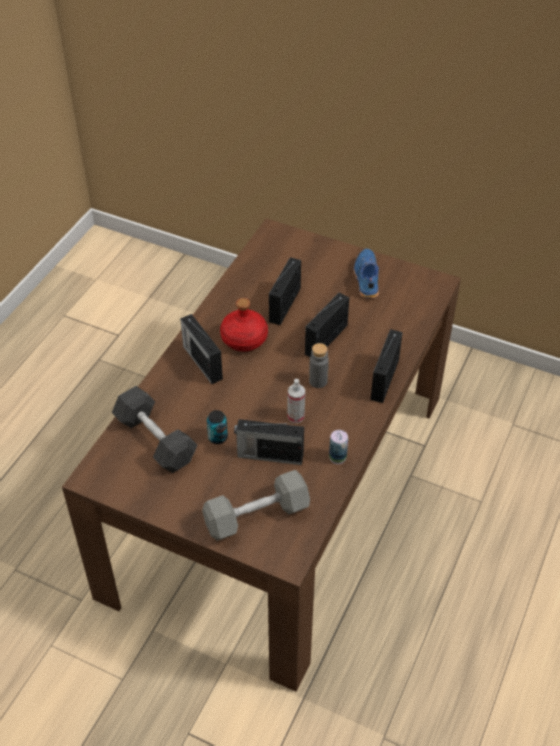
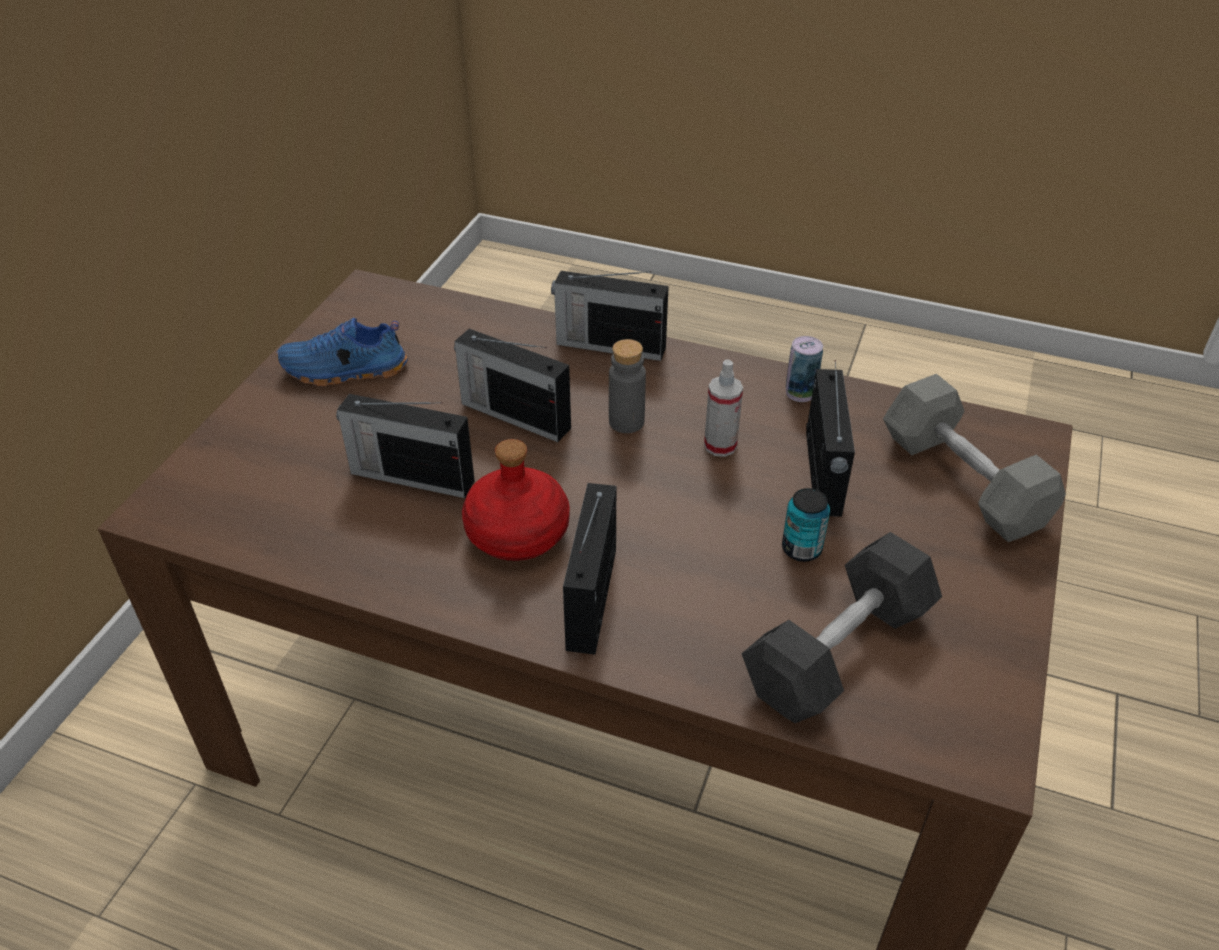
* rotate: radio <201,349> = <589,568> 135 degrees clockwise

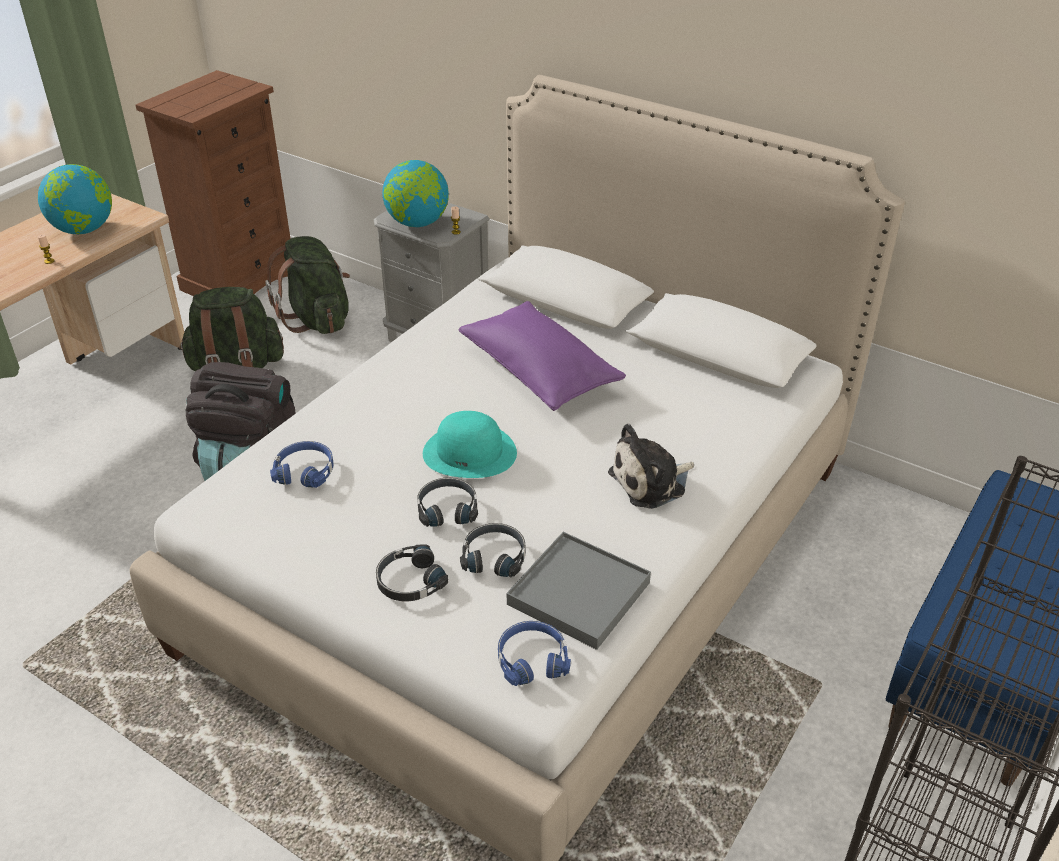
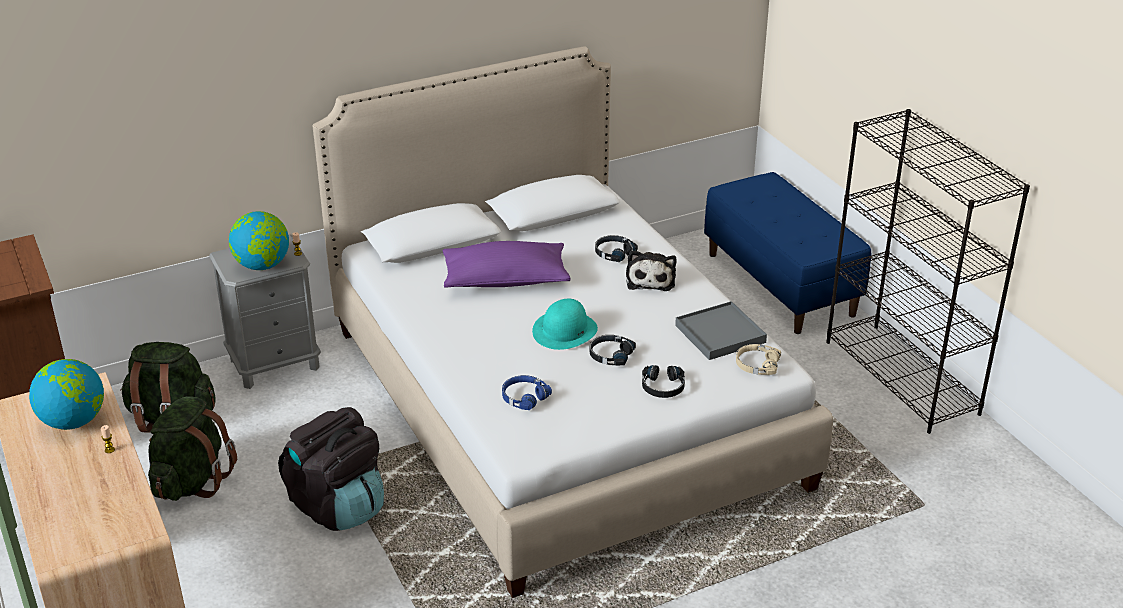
* move: headphones/black <492,550> to <616,248>
* recolor: headphones/blue <534,653> to headphones/beige <758,359>

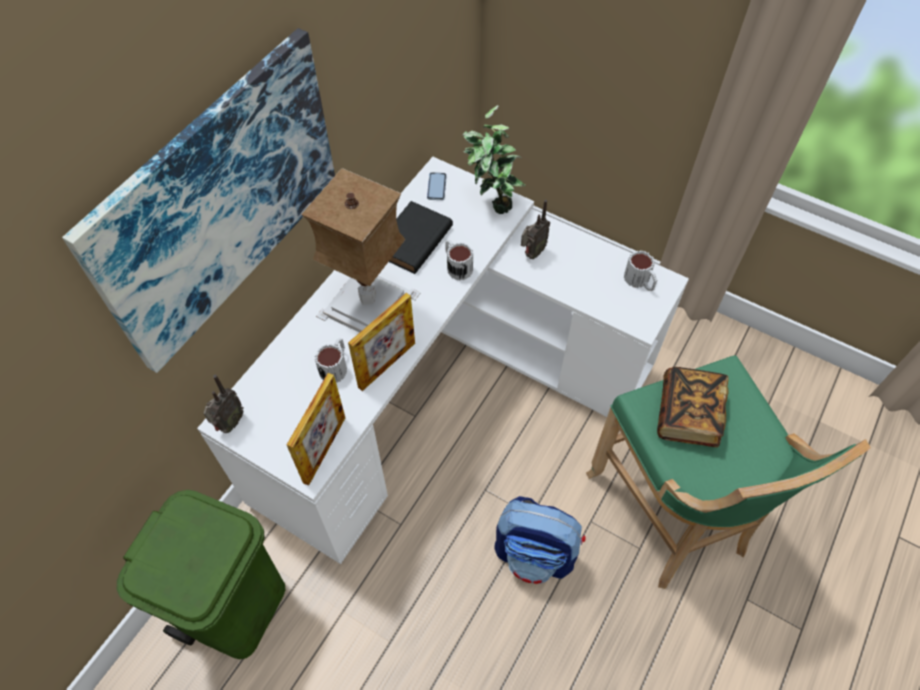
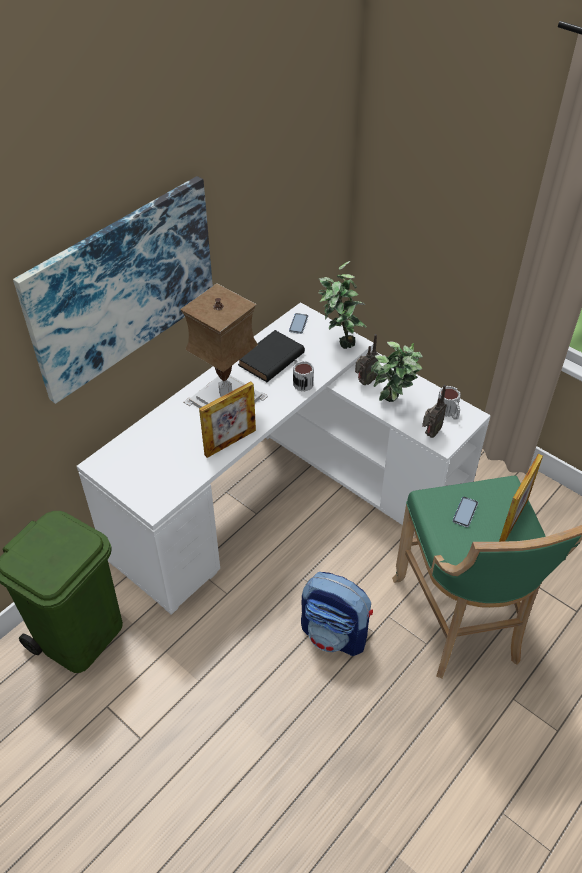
* insert: potted plant <397,372>
* move: radio <223,404> to <434,411>
* replace: book <693,407> to phone <465,512>
* move: picture frame <316,429> to <521,498>
* delete: mug <331,360>

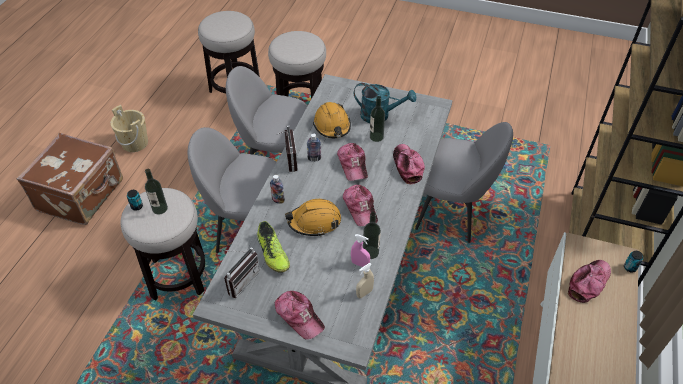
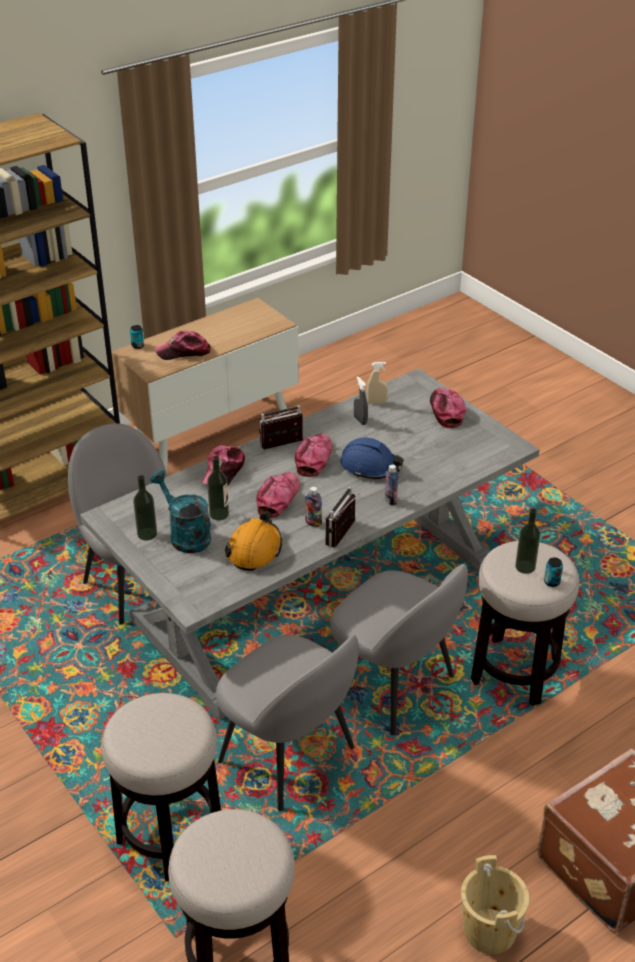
* move: bottle <372,235> to <145,507>
* move: radio <241,272> to <281,428>
* recolor: hard hat/orange <313,218> to hard hat/blue <372,458>
* recolor: spray bottle/pink <360,250> to spray bottle/grey <361,400>
* delete: shoe <273,247>

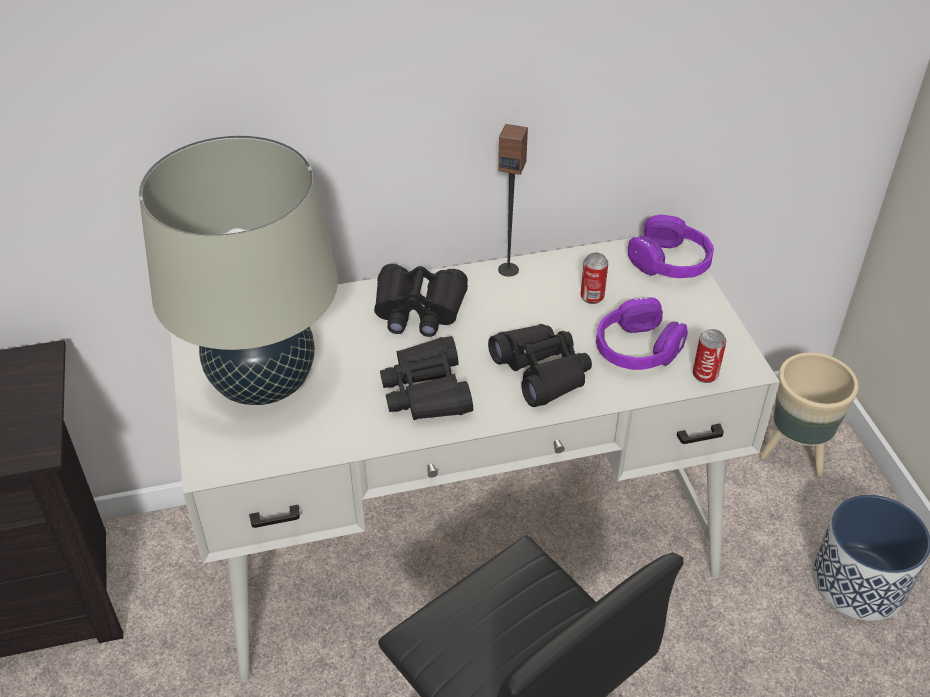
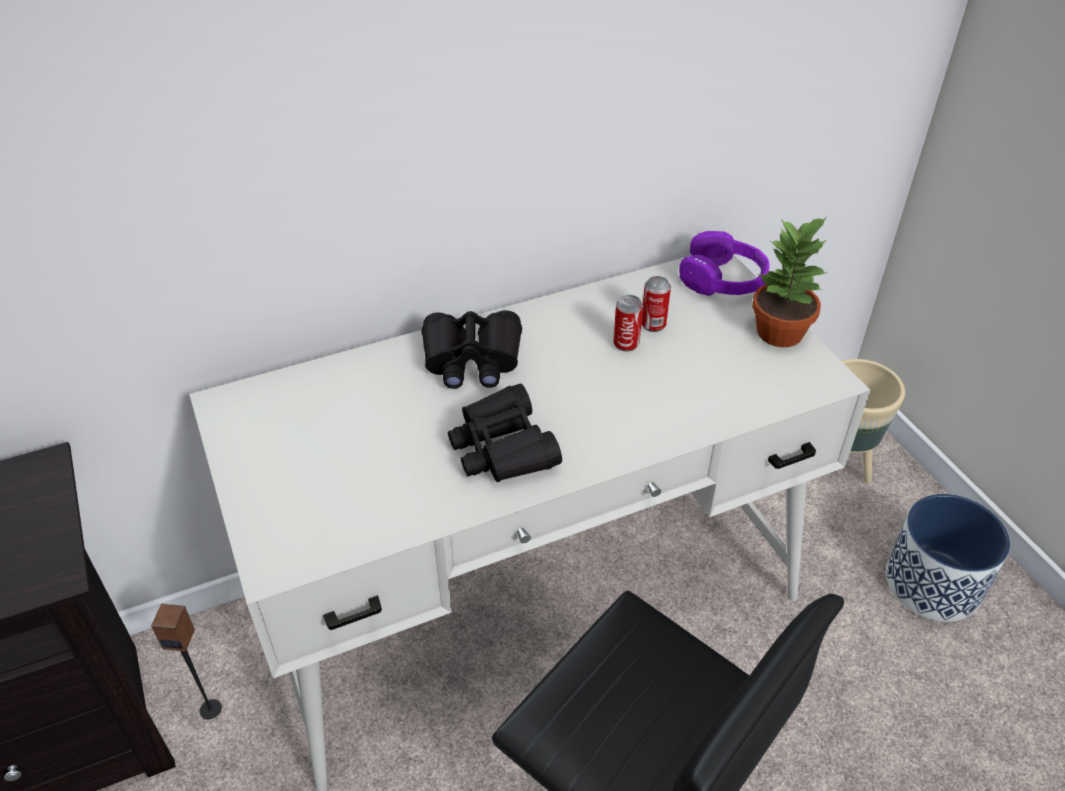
* move: speaker <513,200> to <186,662>
* move: can <709,356> to <628,323>
* insert: potted plant <789,282>
* delete: table lamp/beige <238,270>
* delete: binoculars/black <540,365>
* delete: headphones/purple <642,333>

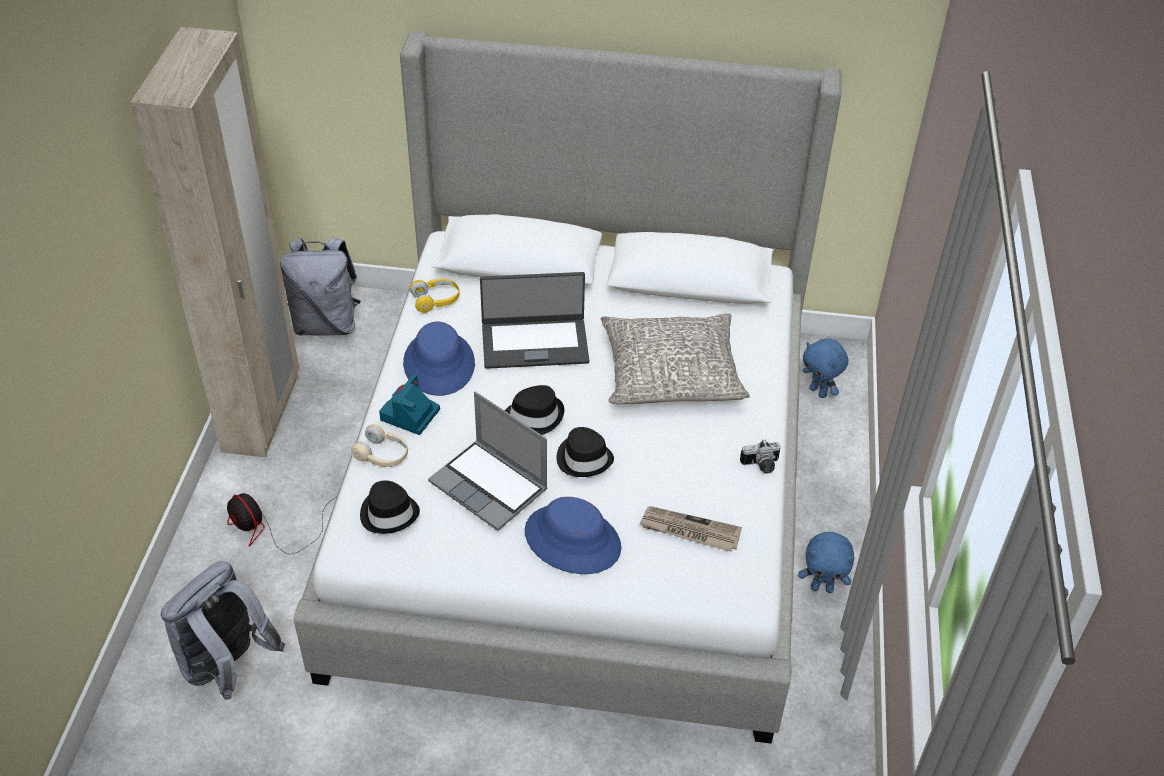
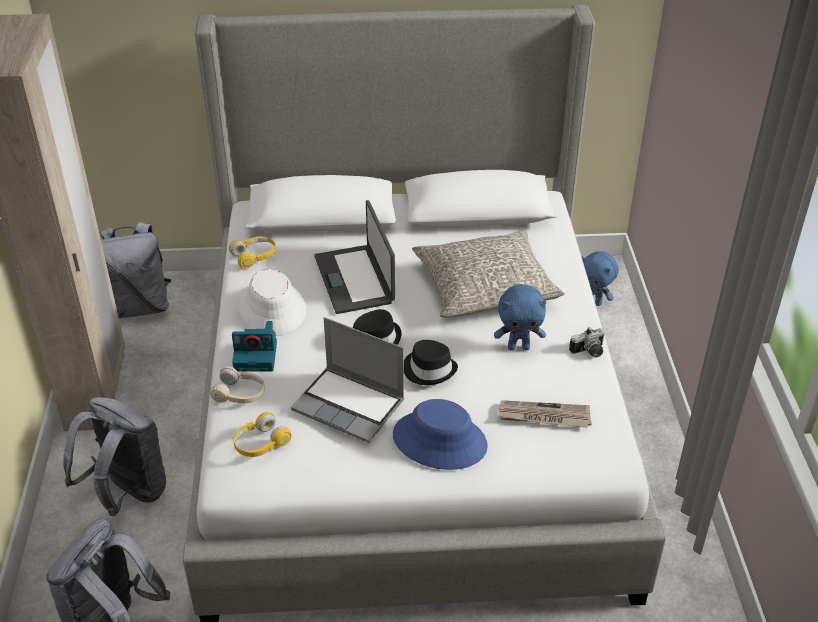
* replace: fan <281,523> to backpack/grey <114,456>
* rotate: photo camera <409,404> = <254,346> 105 degrees counterclockwise
* replace: hat/black <390,507> to headphones/yellow <262,434>
* recolor: hat/blue <439,359> to hat/white <272,302>
* rotate: laptop <534,320> = <354,257> 90 degrees clockwise
* move: plush toy/blue <826,562> to <520,317>

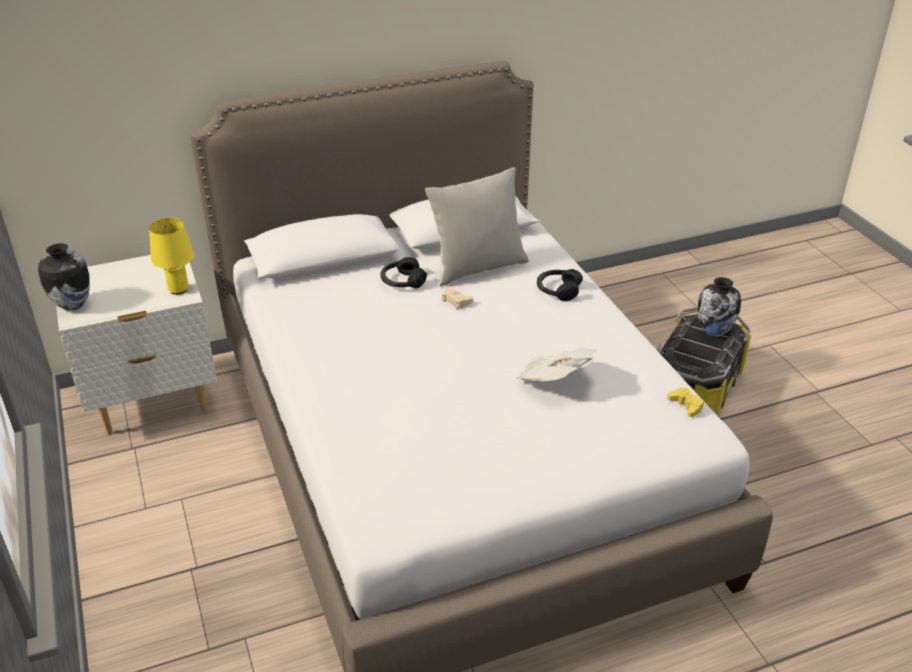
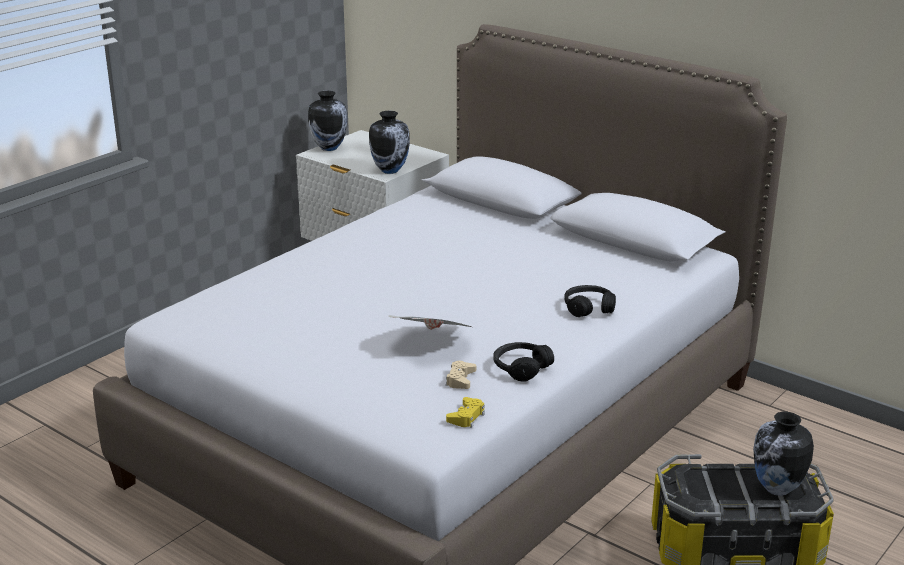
* replace: table lamp/yellow <171,256> to vase <389,142>
* move: game controller/beige <457,298> to <461,375>
* move: headphones/black <403,272> to <523,362>
* delete: pillow/grey <477,226>

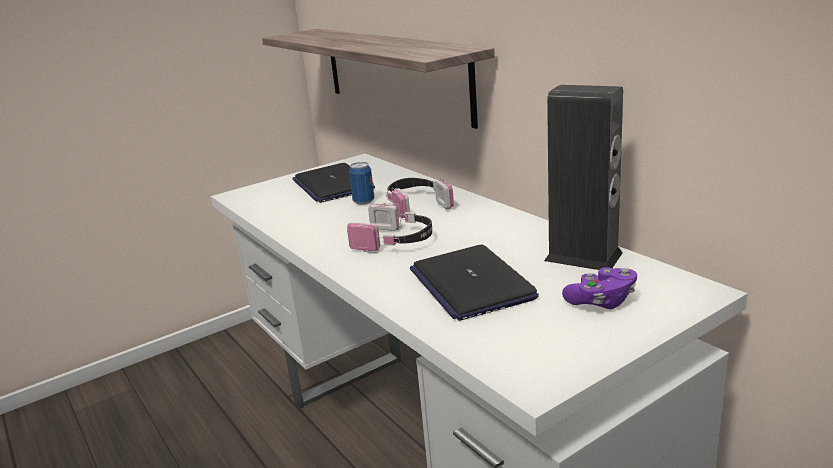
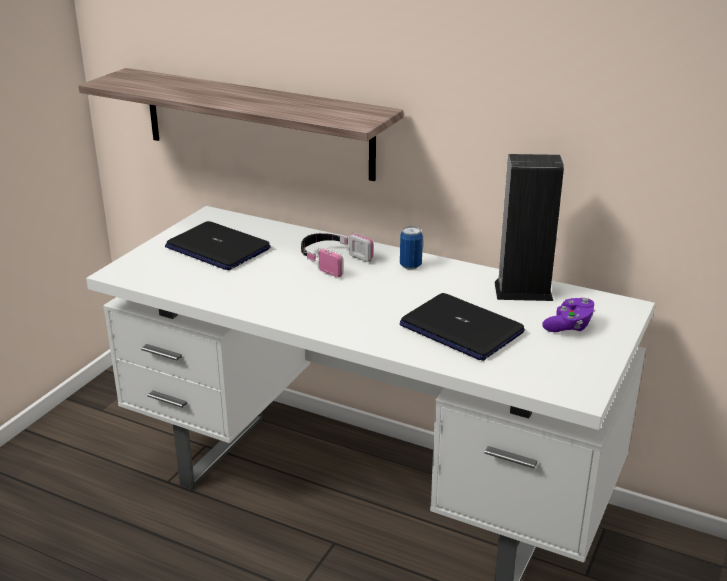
* move: can <361,183> to <411,248>
* delete: headphones <389,228>

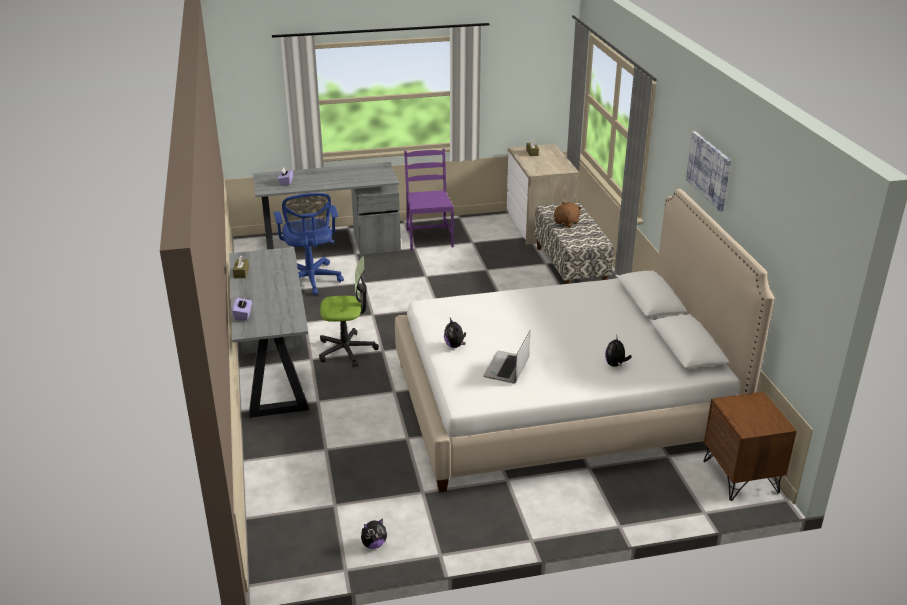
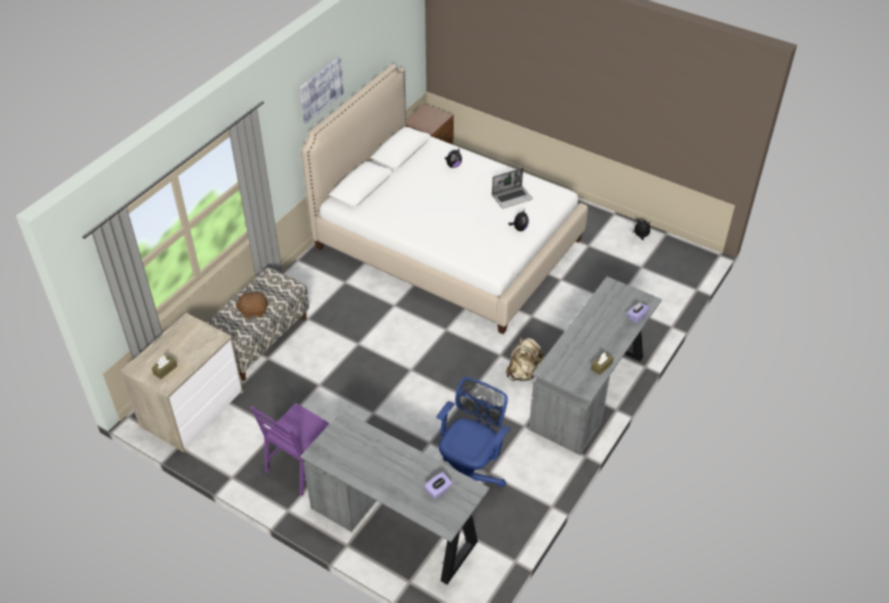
* replace: office chair <349,312> to backpack/beige <525,359>

